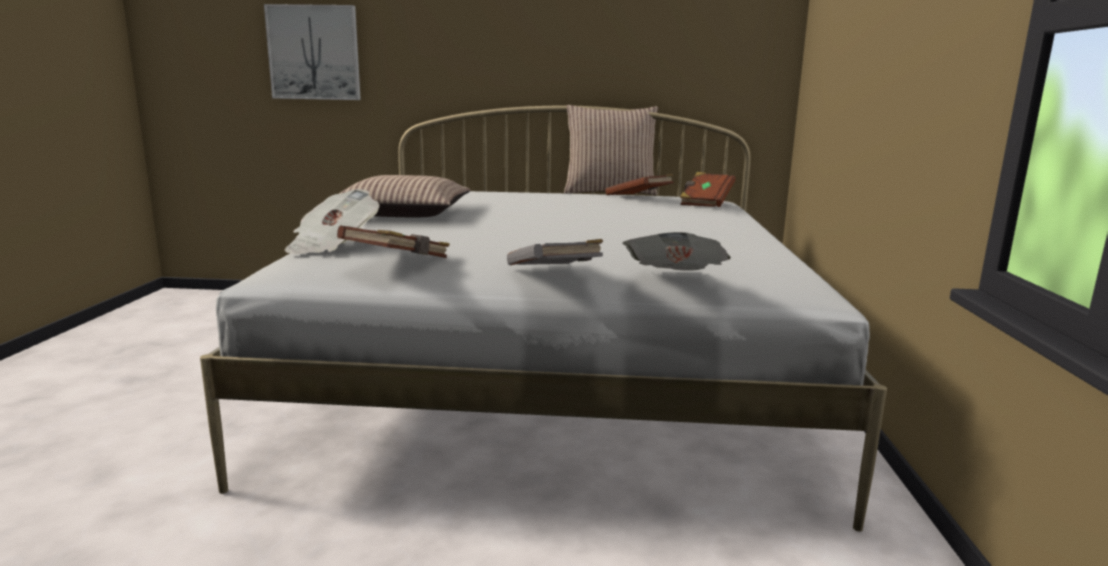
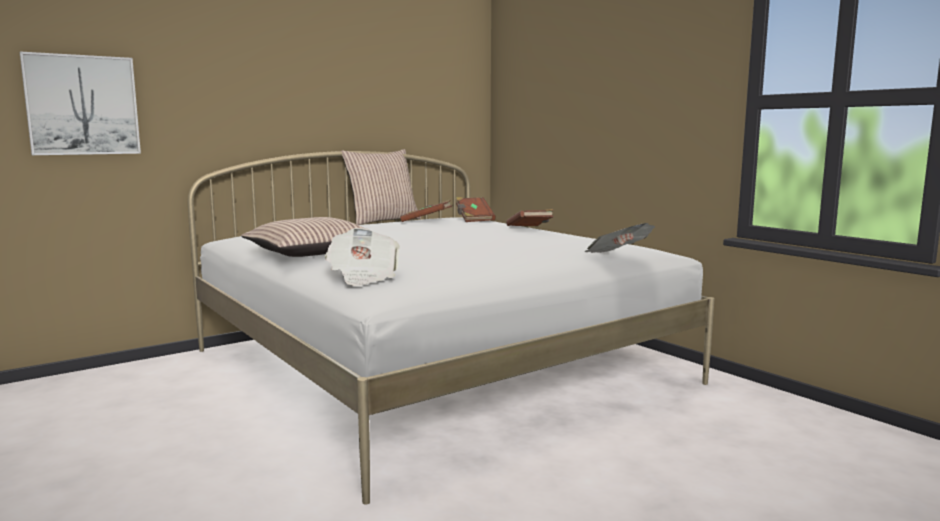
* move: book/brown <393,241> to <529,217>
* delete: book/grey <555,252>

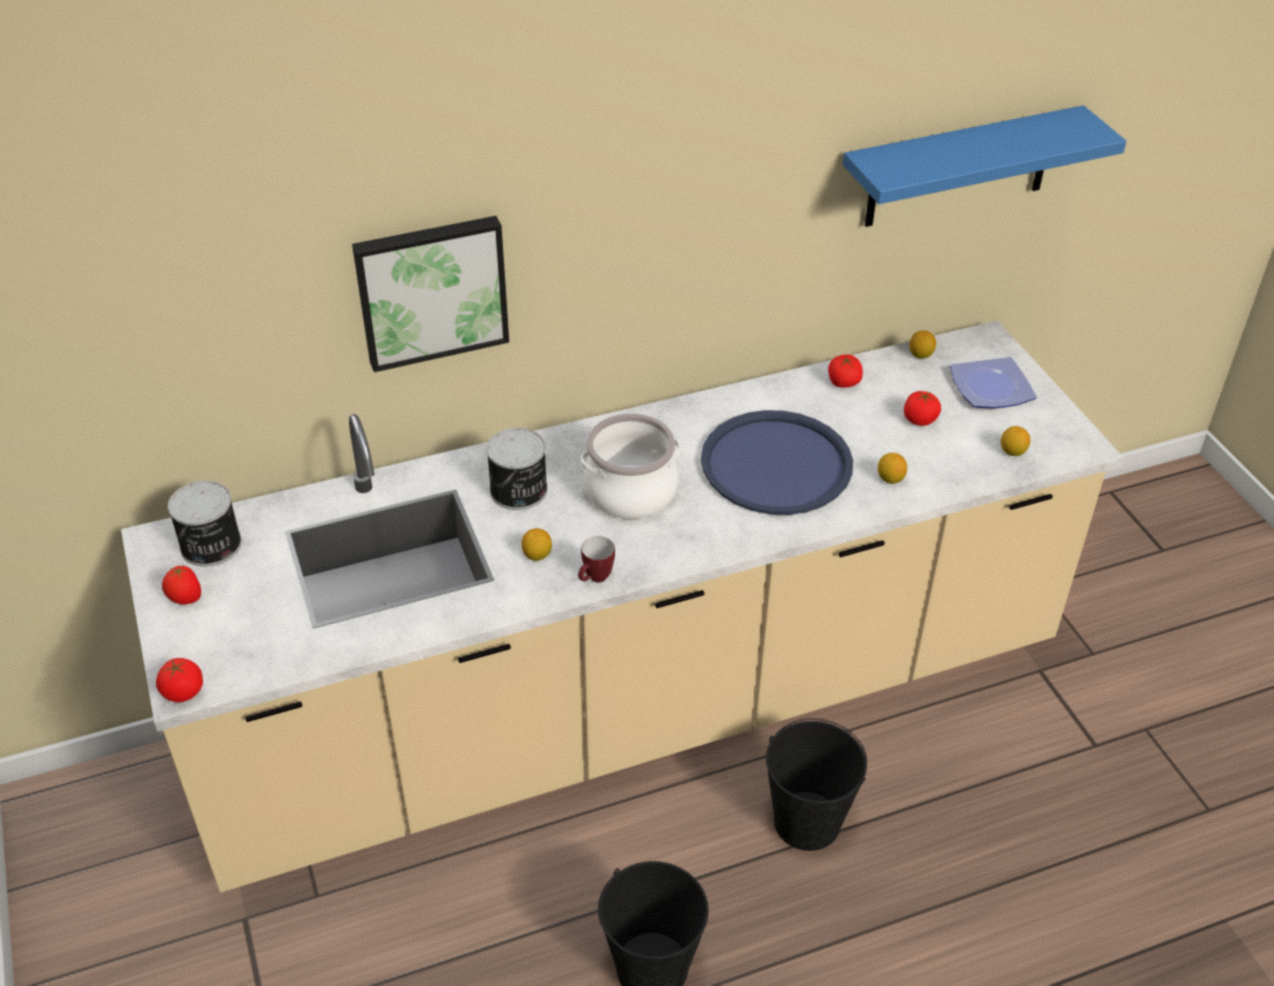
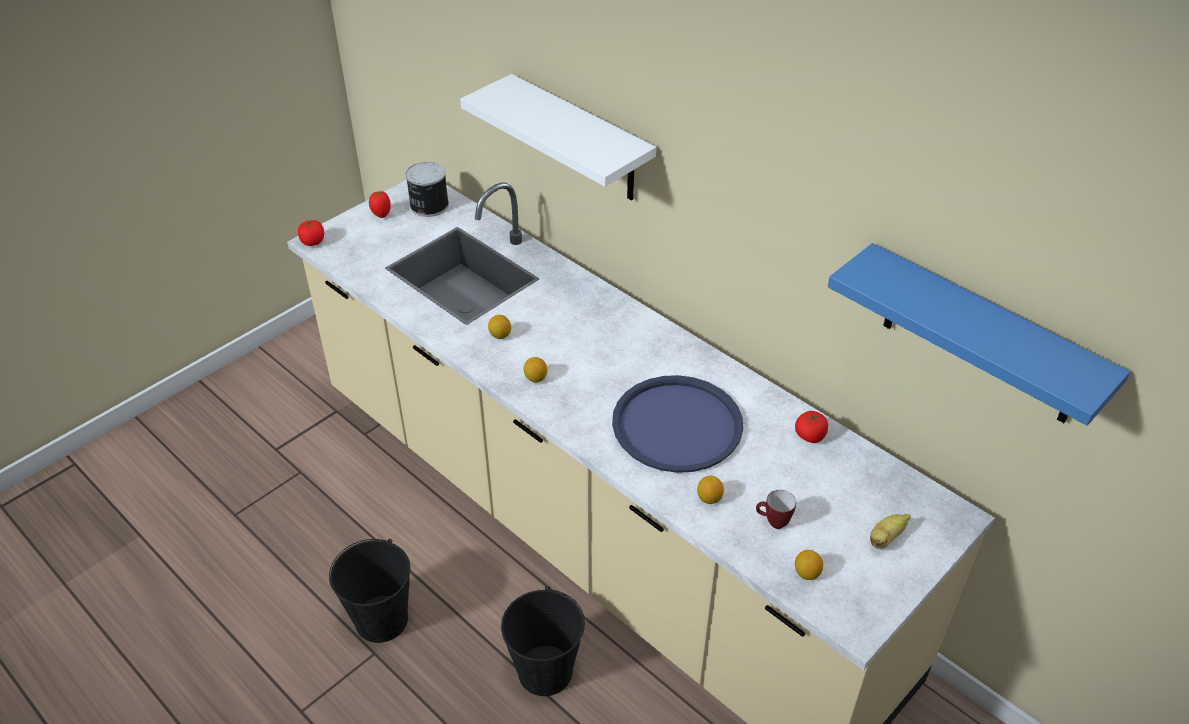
* replace: picture <430,294> to shelf/white <558,137>
* move: lemon <922,344> to <535,370>
* move: mug <596,559> to <776,509>
* replace: plate <993,383> to banana <890,531>
* delete: can <517,469>
* delete: cooking pot <630,466>
* delete: tomato <922,408>

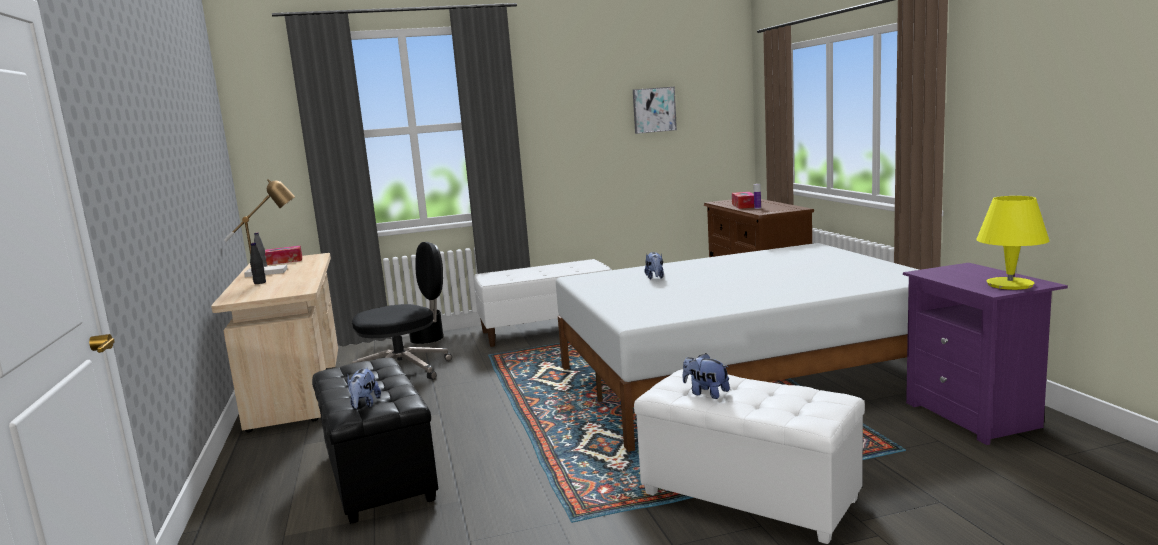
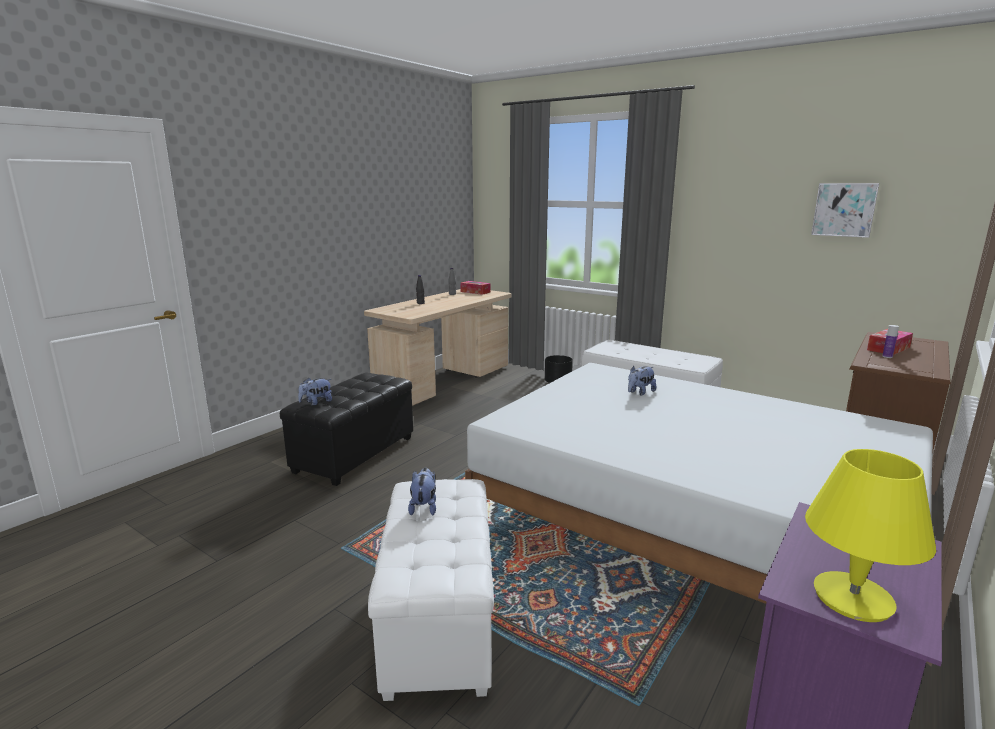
* delete: table lamp <259,228>
* delete: office chair/black <402,310>

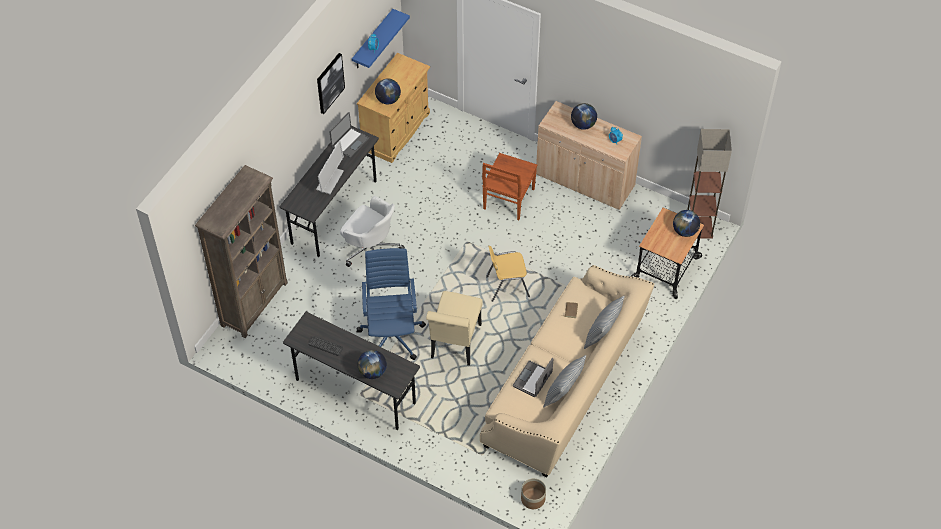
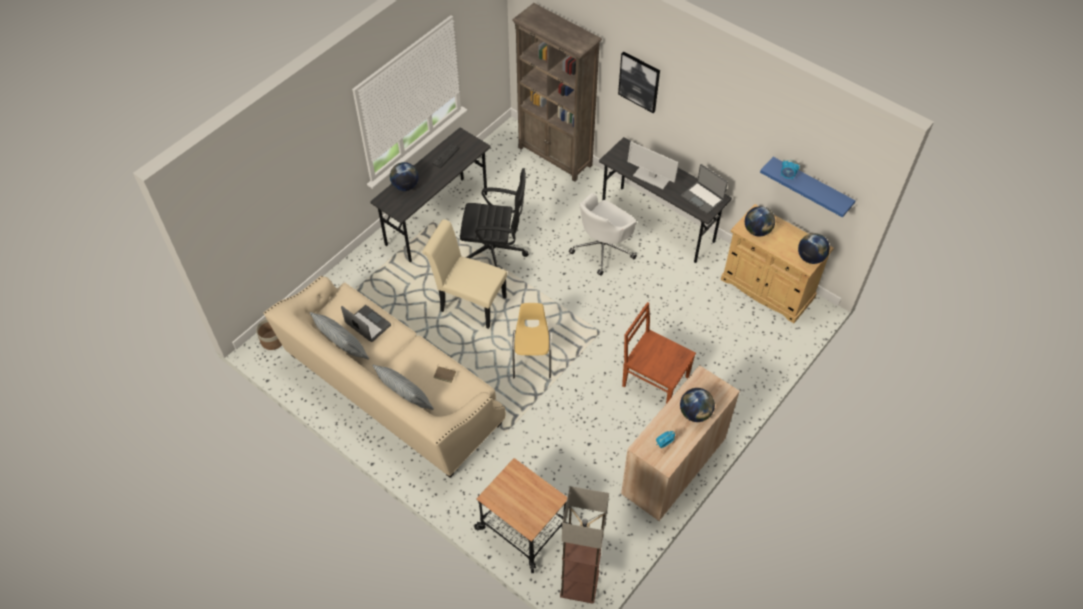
* recolor: office chair/blue <391,304> to office chair/black <494,217>
* move: picture <331,83> to <639,82>
* move: globe <686,223> to <814,248>

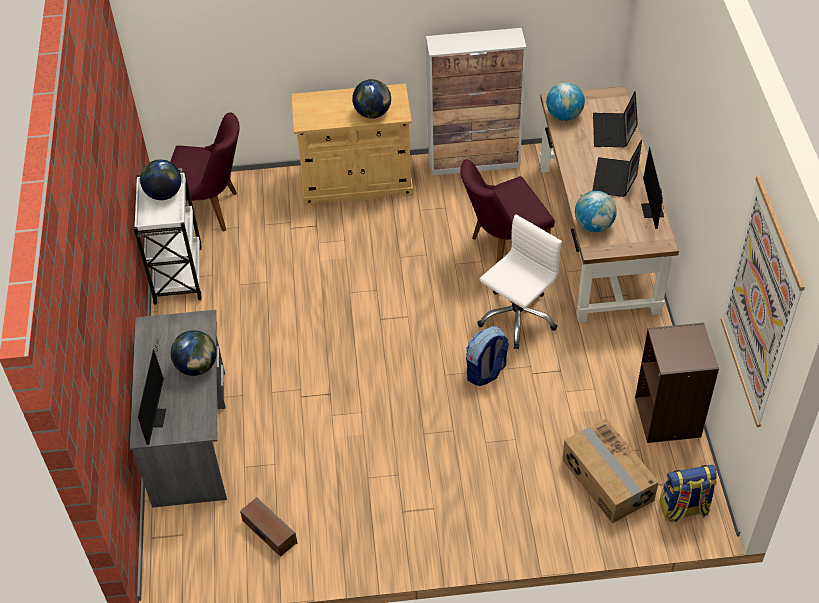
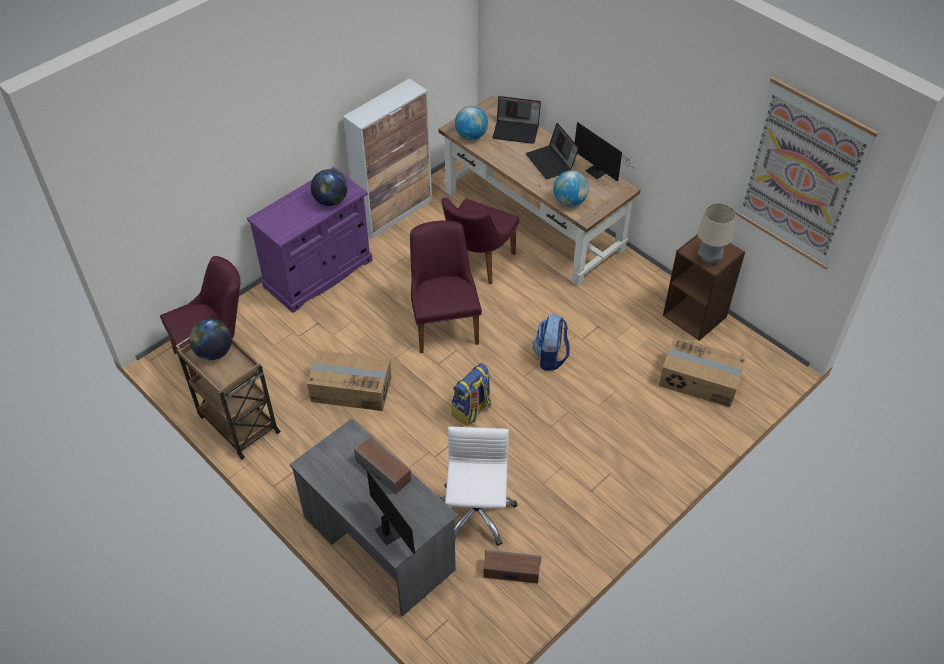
* recolor: cart/white <168,236> to cart/brown <228,398>
* recolor: cabinet/beige <352,145> to cabinet/purple <310,240>
* insert: cardboard box <349,380>
* replace: globe <194,353> to speaker <382,465>
* insert: chair/purple <446,286>
* move: office chair/white <519,281> to <478,486>
* move: backpack <688,494> to <471,394>
* rotate: laptop <615,119> = <516,120> 45 degrees counterclockwise
* insert: table lamp <716,233>

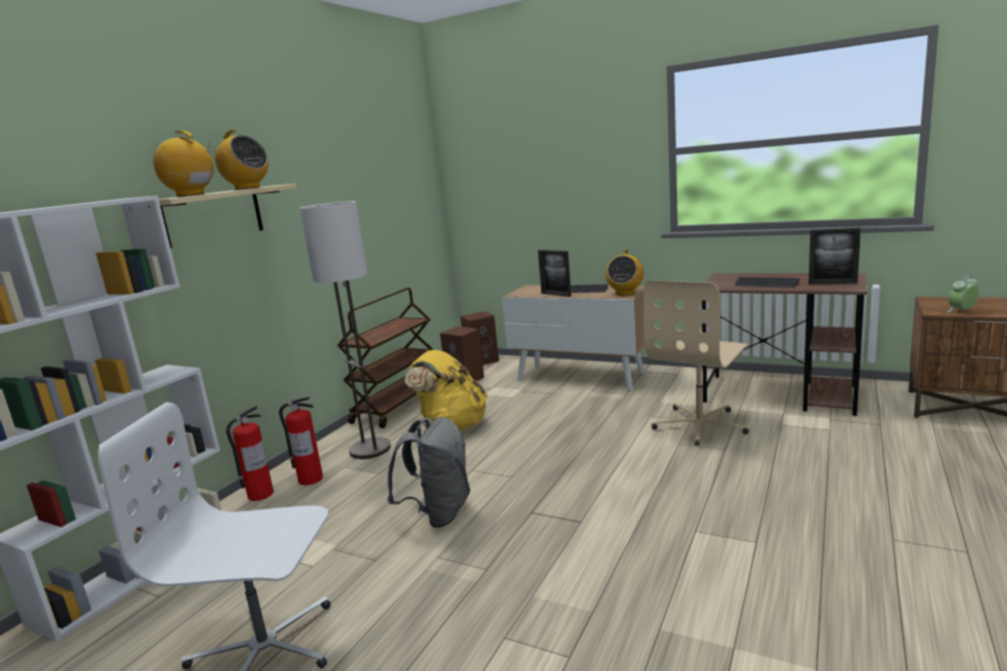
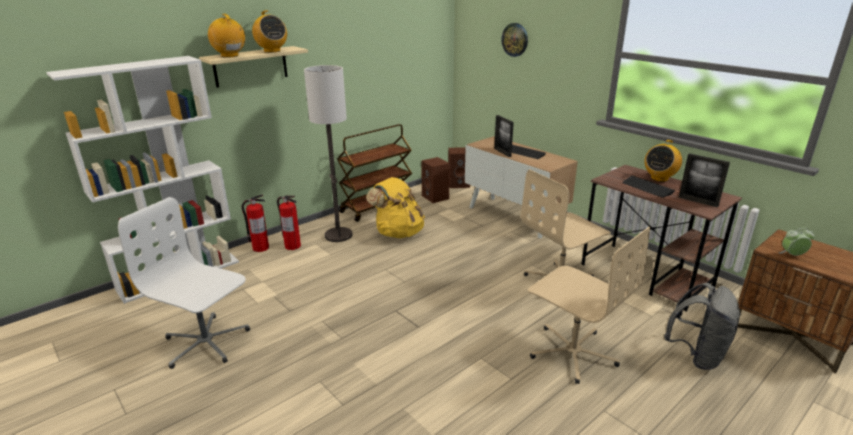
* insert: wall clock <515,40>
* insert: office chair/beige <589,305>
* move: radio <624,272> to <663,161>
* move: backpack/grey <428,472> to <702,326>

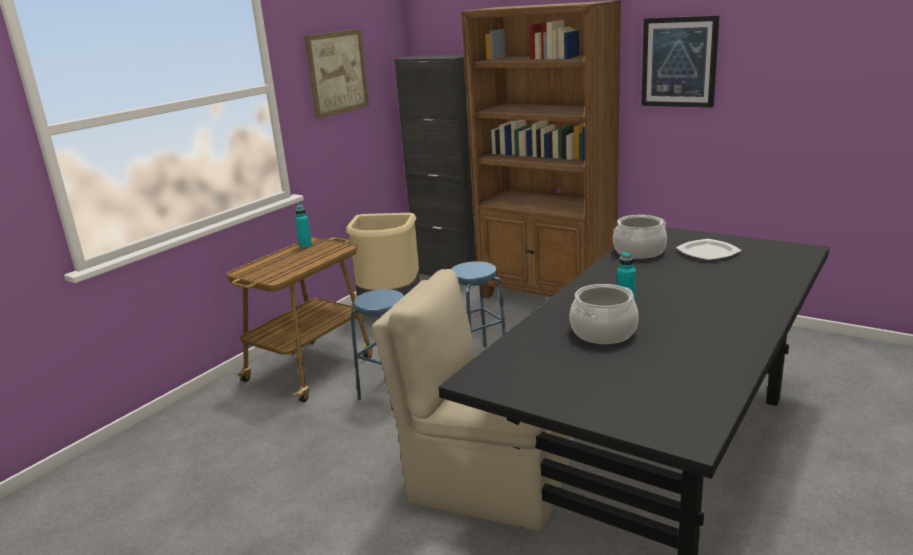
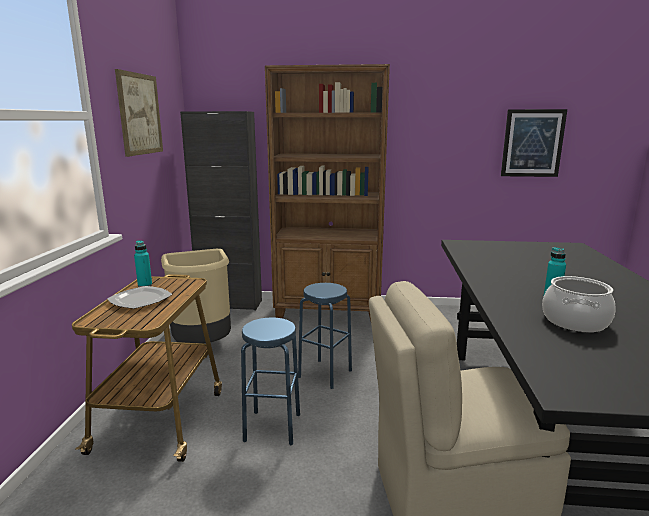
* move: plate <709,249> to <139,297>
* move: picture <680,61> to <534,143>
* delete: cooking pot <640,237>

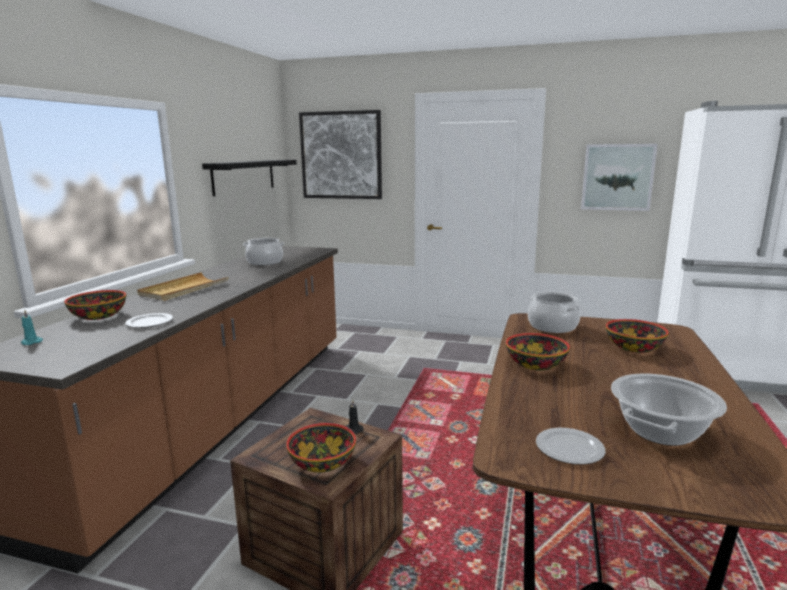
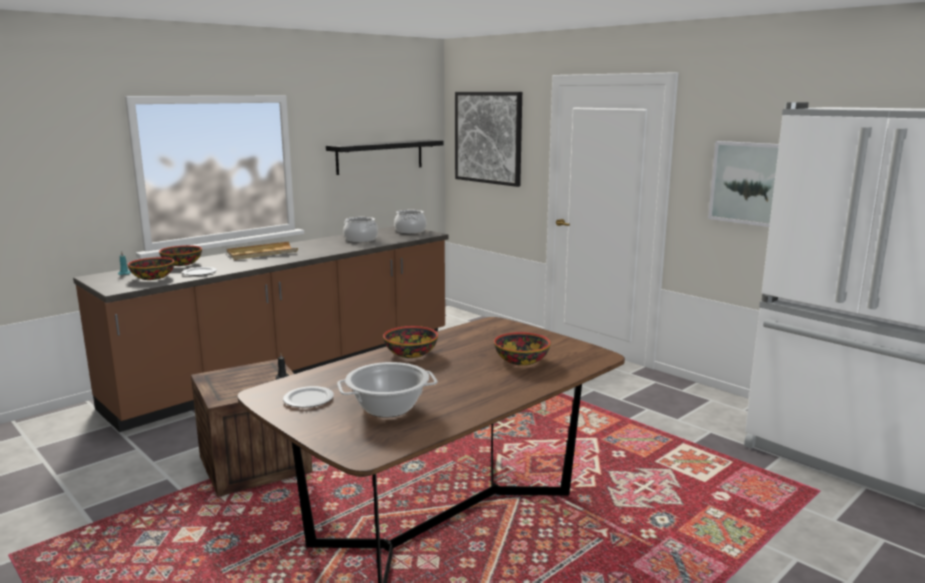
* move: bowl <321,448> to <151,268>
* move: cooking pot <554,312> to <410,222>

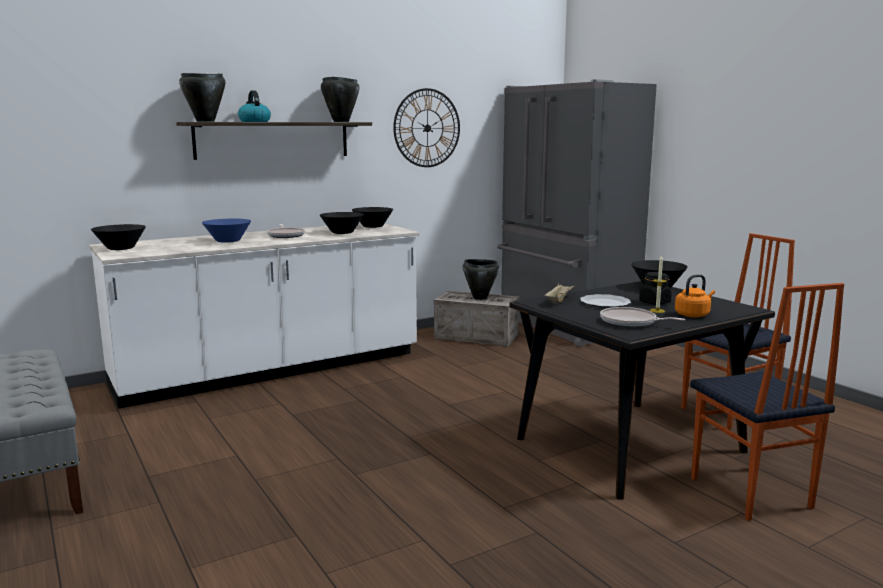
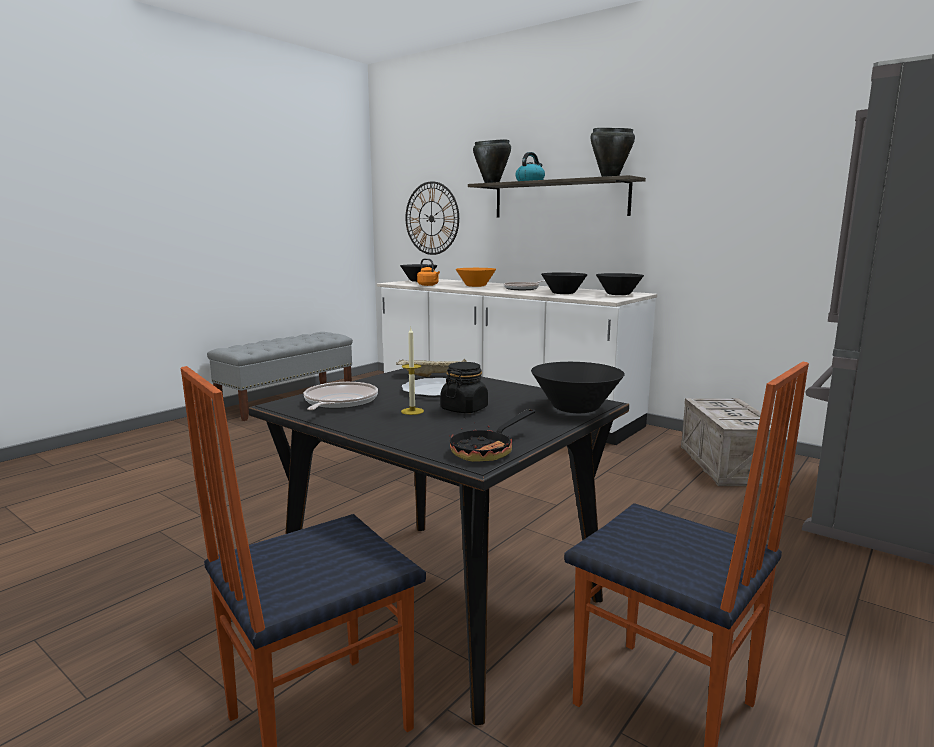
* move: wall clock <426,127> to <432,218>
* move: kettle/orange <695,295> to <428,272>
* insert: frying pan <492,435>
* recolor: bowl/blue <226,231> to bowl/orange <476,277>
* delete: cooking pot/black <481,279>

